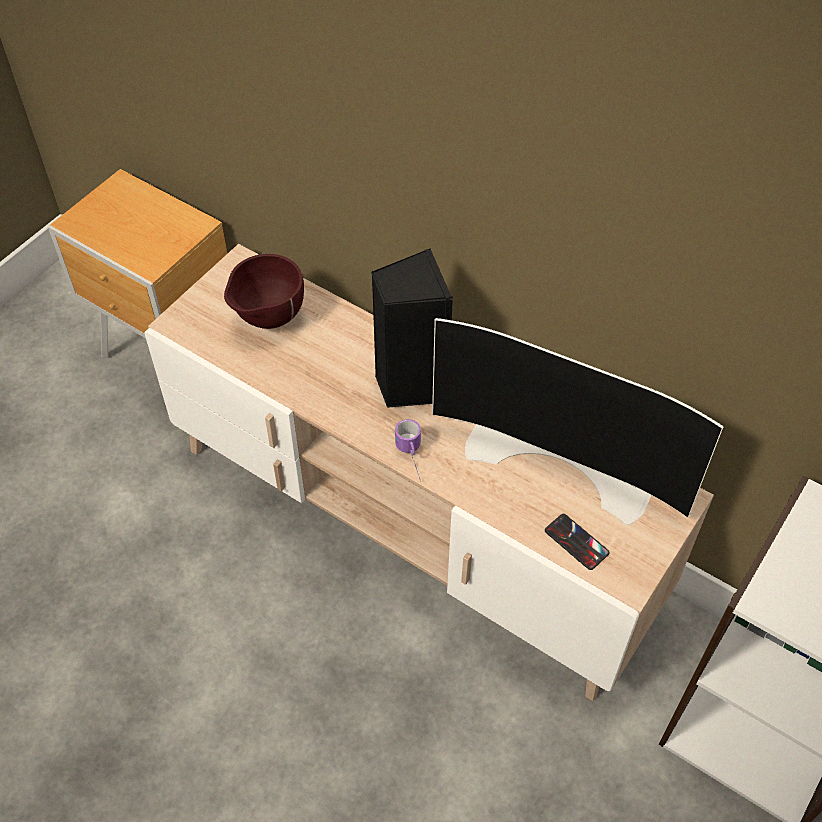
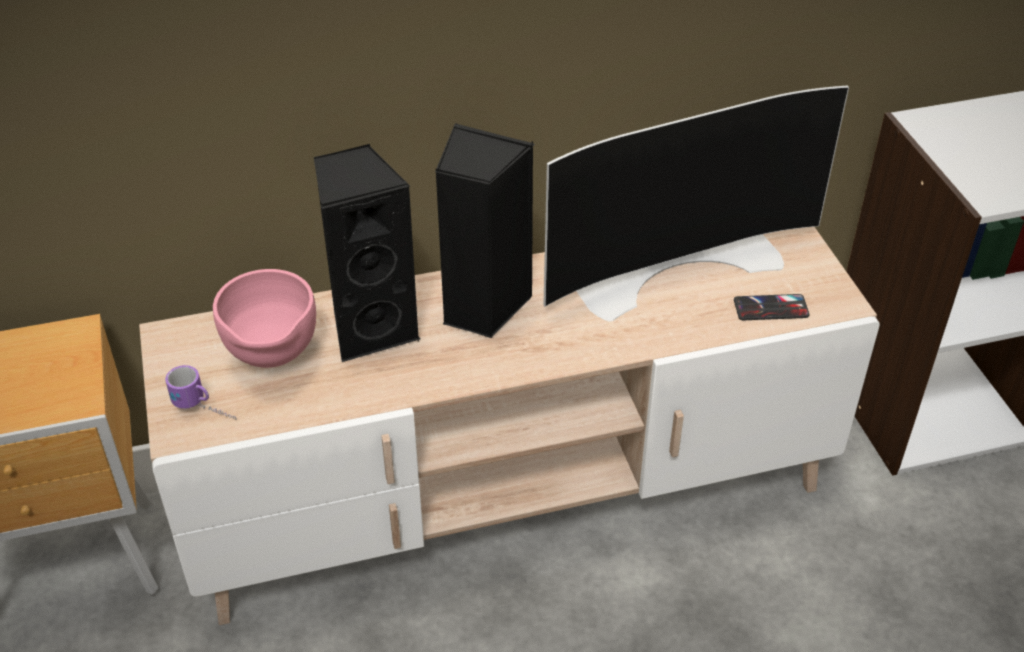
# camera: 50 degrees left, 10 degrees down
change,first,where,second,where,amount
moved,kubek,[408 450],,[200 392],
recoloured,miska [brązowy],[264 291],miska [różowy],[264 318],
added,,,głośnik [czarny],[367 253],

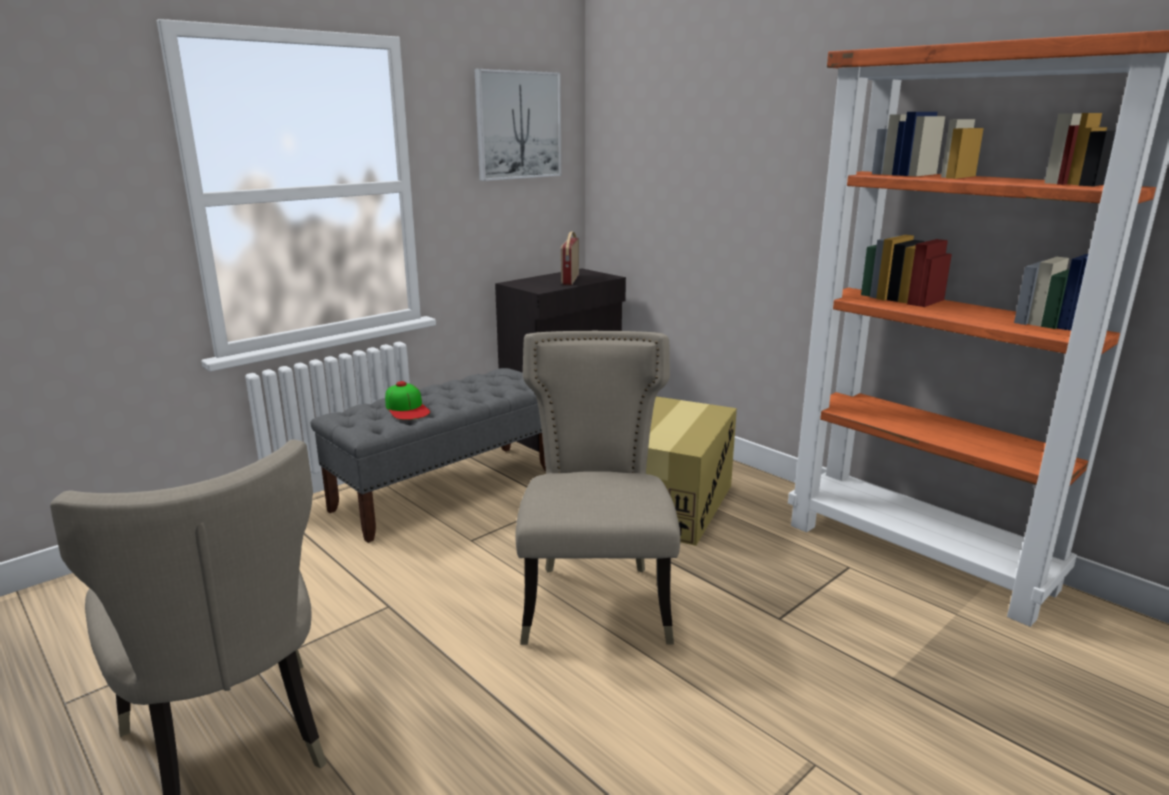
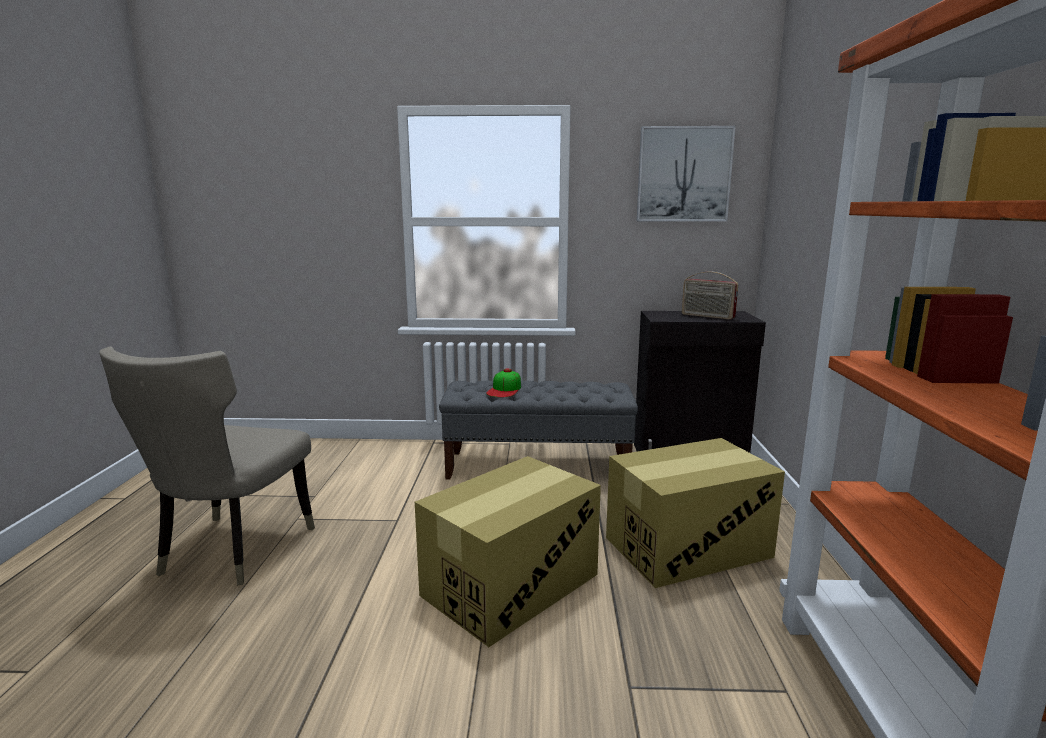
# camera: 45 degrees right, 5 degrees down
change,first,where,second,where,amount
replaced,krzesło [beżowy],[597 488],karton,[508 551],
turned,radio,[569 258],,[710 295],105 degrees counterclockwise

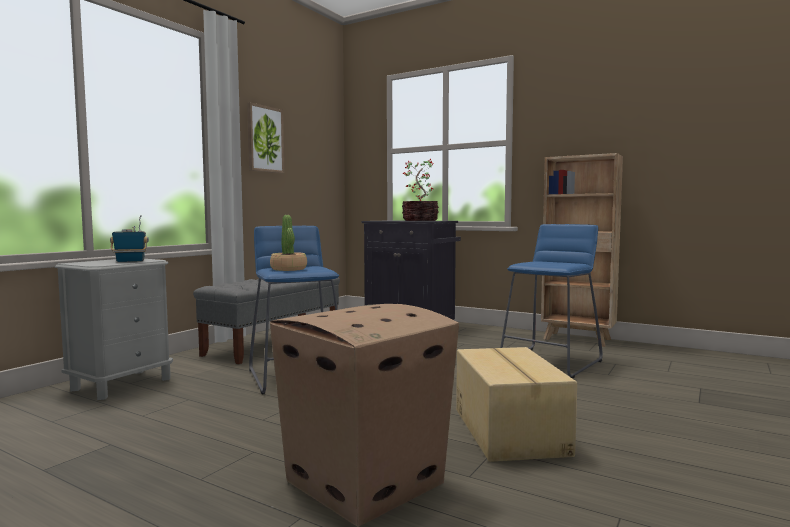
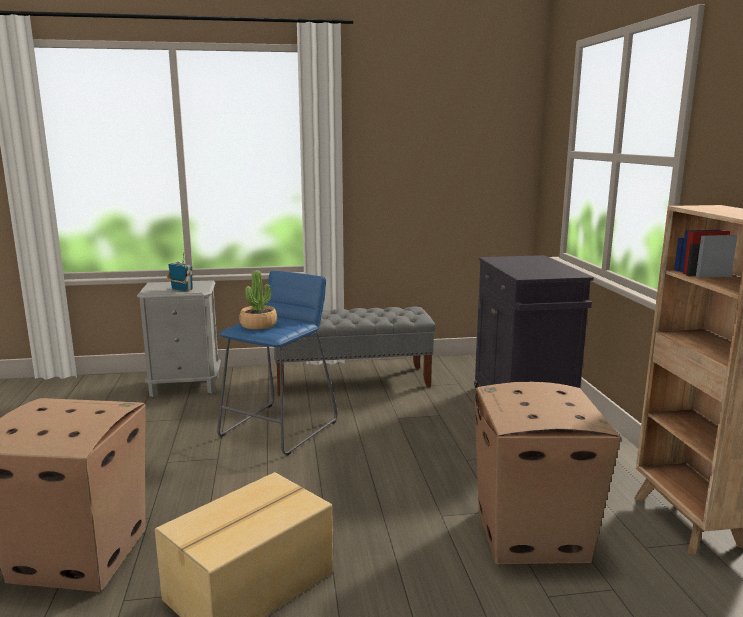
# camera: 50 degrees right, 10 degrees up
change,first,where,second,where,amount
replaced,stołek [niebieski],[551 301],karton,[548 473],
removed,obraz,[265 137],,,
removed,roślina doniczkowa,[420 190],,,

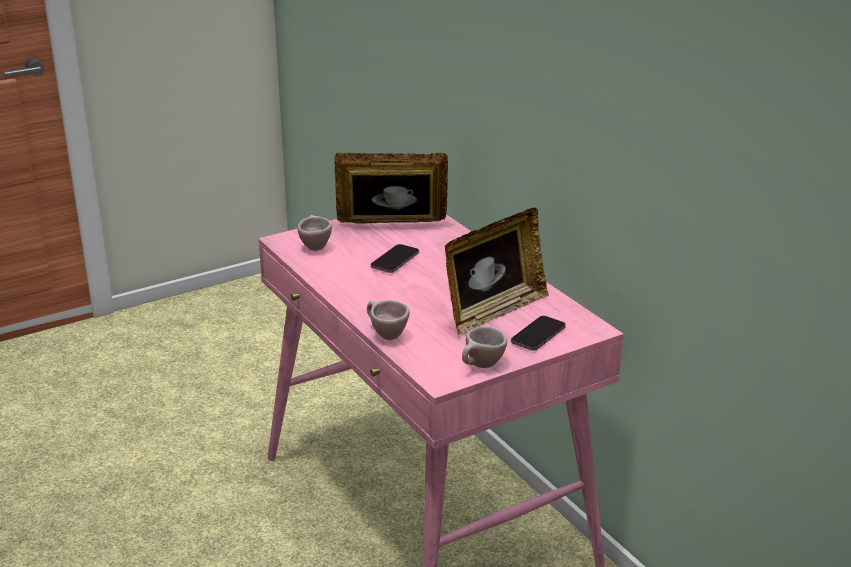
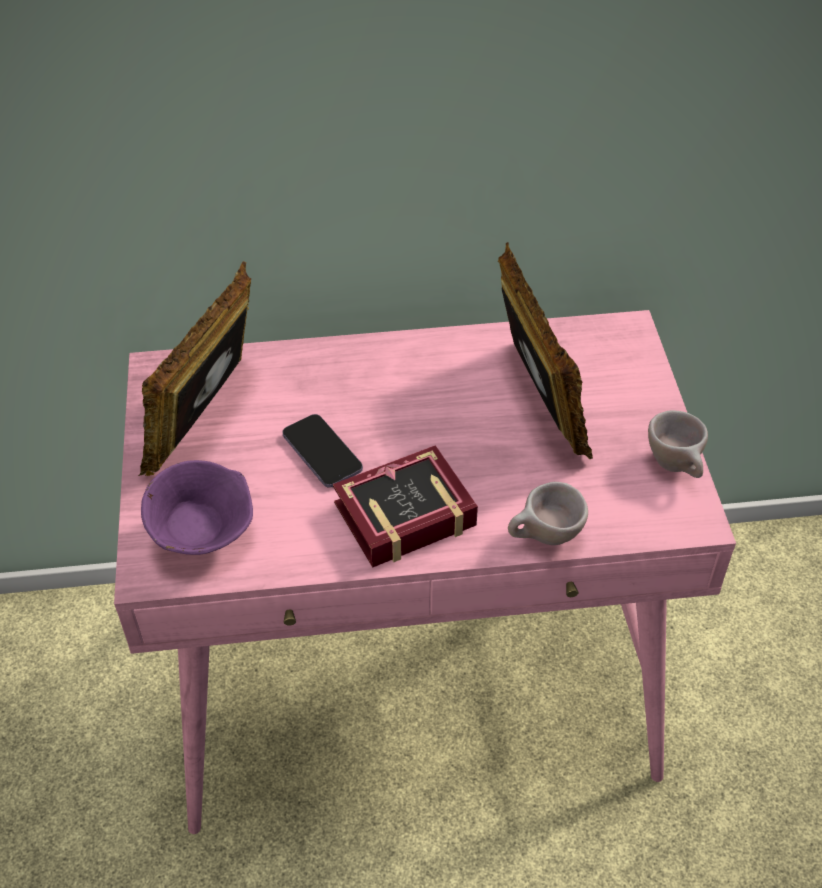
# camera: 65 degrees left, 20 degrees up
change,first,where,second,where,amount
replaced,filiżanka [beżowy],[315 233],miska [fioletowy],[197 507],
added,,,książka,[405 506],
removed,telefon,[538 333],,,

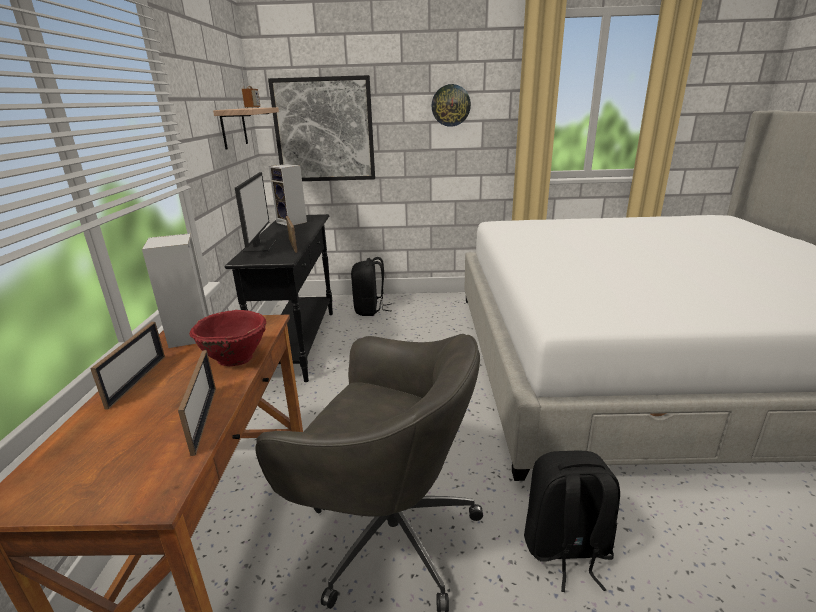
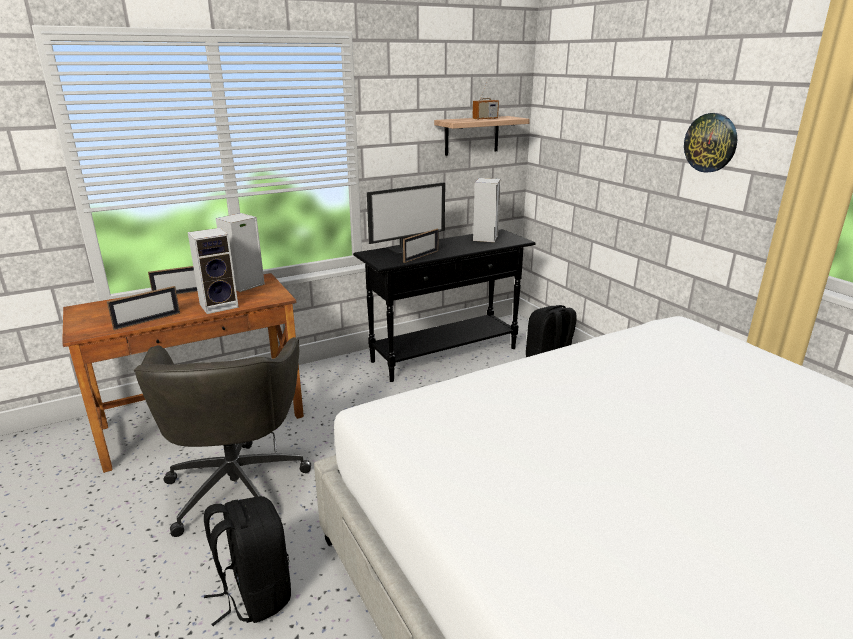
# camera: 60 degrees right, 0 degrees up
change,first,where,second,where,amount
replaced,miska [czerwony],[228 338],głośnik,[213 271],
removed,obraz,[321 128],,,

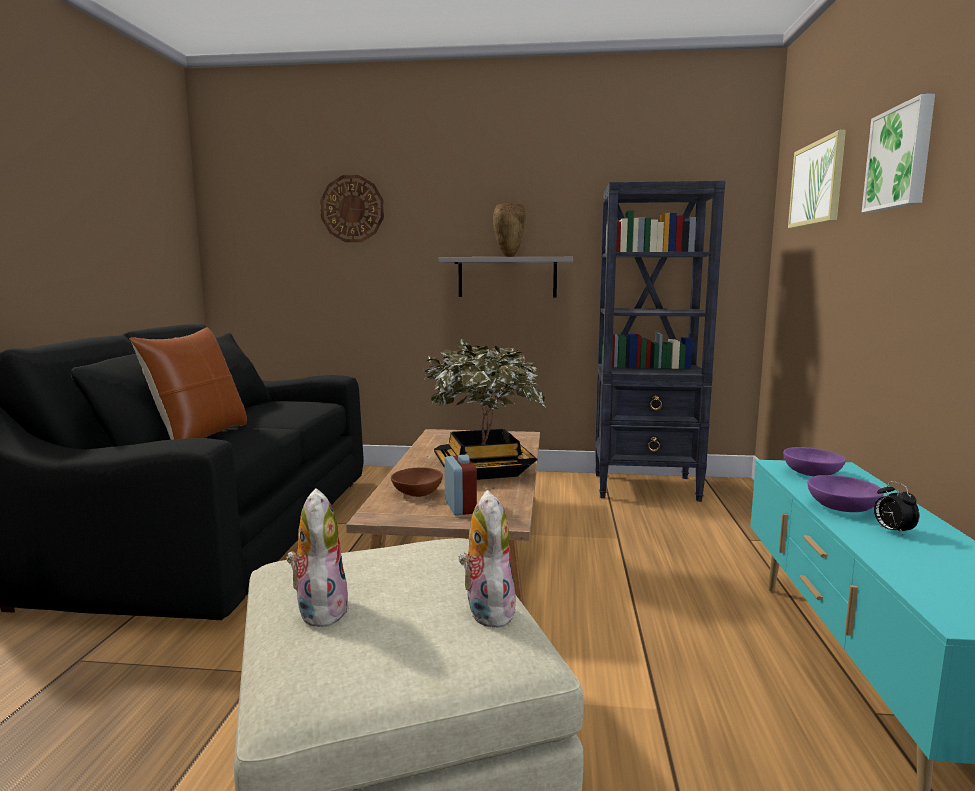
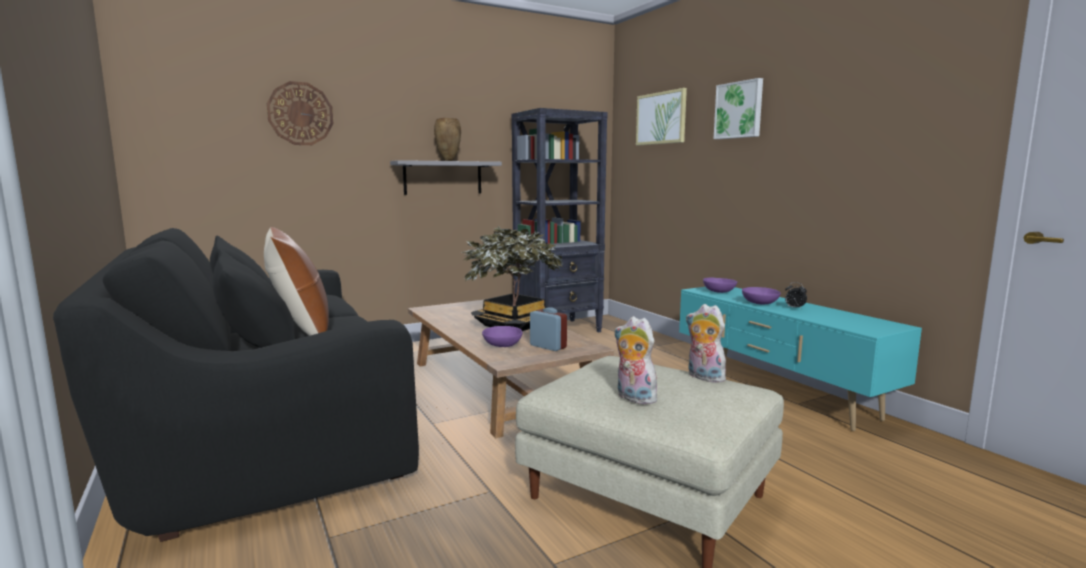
# camera: 35 degrees left, 0 degrees up
change,first,where,second,where,amount
recoloured,miska [brązowy],[417 482],miska [fioletowy],[502 336],

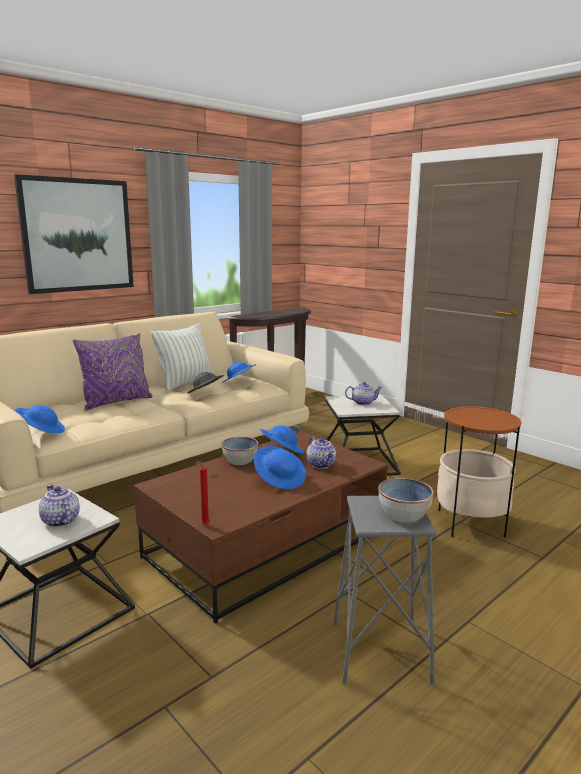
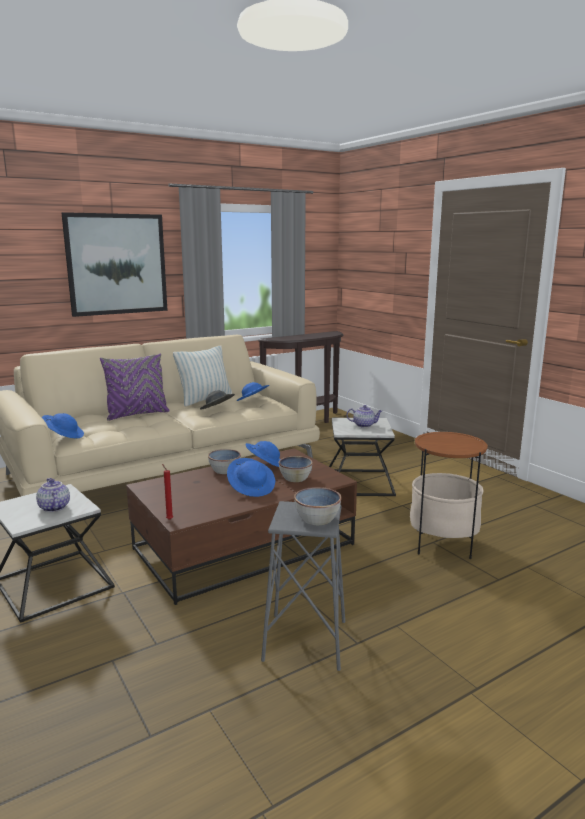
# camera: 10 degrees right, 0 degrees up
change,first,where,second,where,amount
replaced,imbryk,[321 453],miska,[296 469],

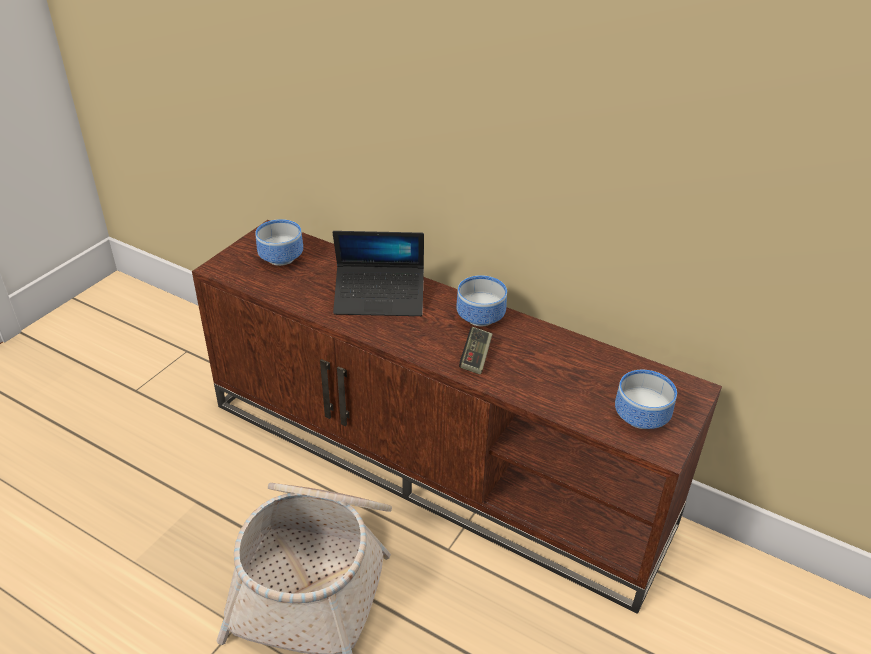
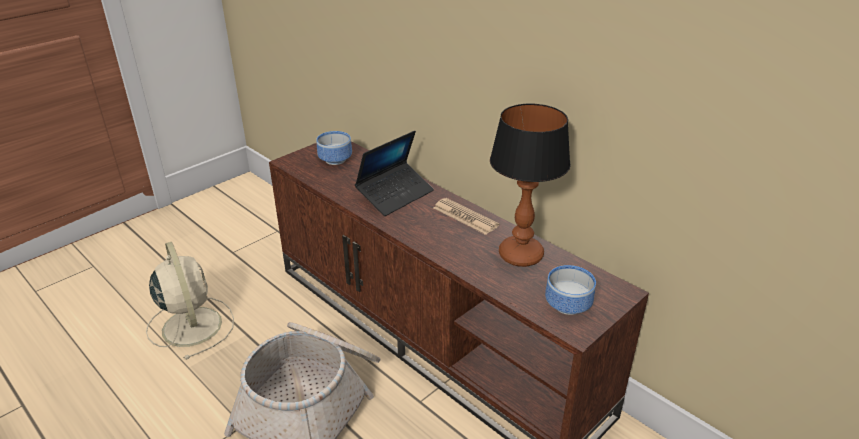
# camera: 15 degrees right, 5 degrees down
change,first,where,second,where,amount
added,,,wentylator [beżowy],[190 301],
turned,laptop,[378 273],,[394 173],60 degrees counterclockwise
replaced,miska,[481 300],gazeta,[466 216],
added,,,lampa stołowa,[530 185],
removed,pad do gier,[475 350],,,

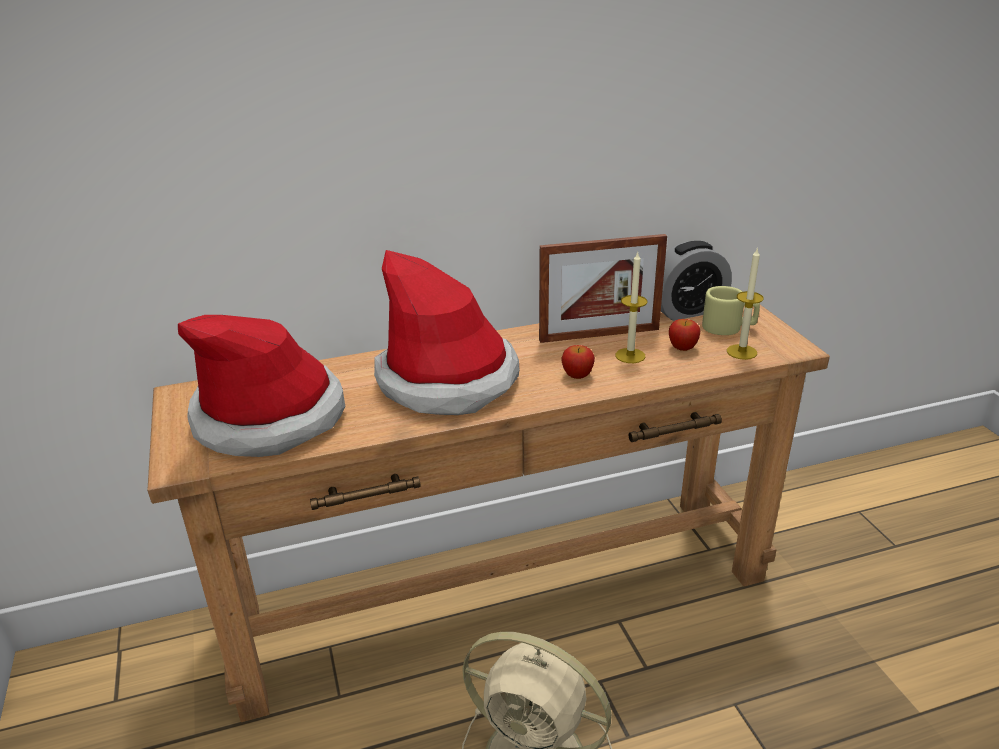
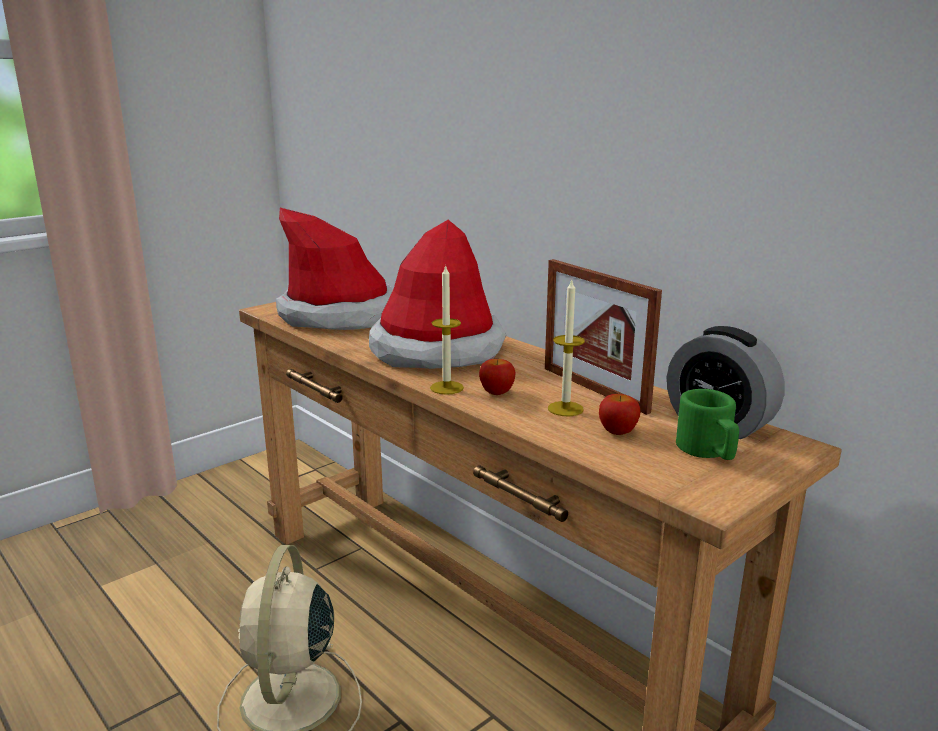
# camera: 65 degrees right, 10 degrees down
change,first,where,second,where,amount
moved,świeca,[745 303],,[447 329],
recoloured,kubek [beżowy],[731 310],kubek [zielony],[707 424],

